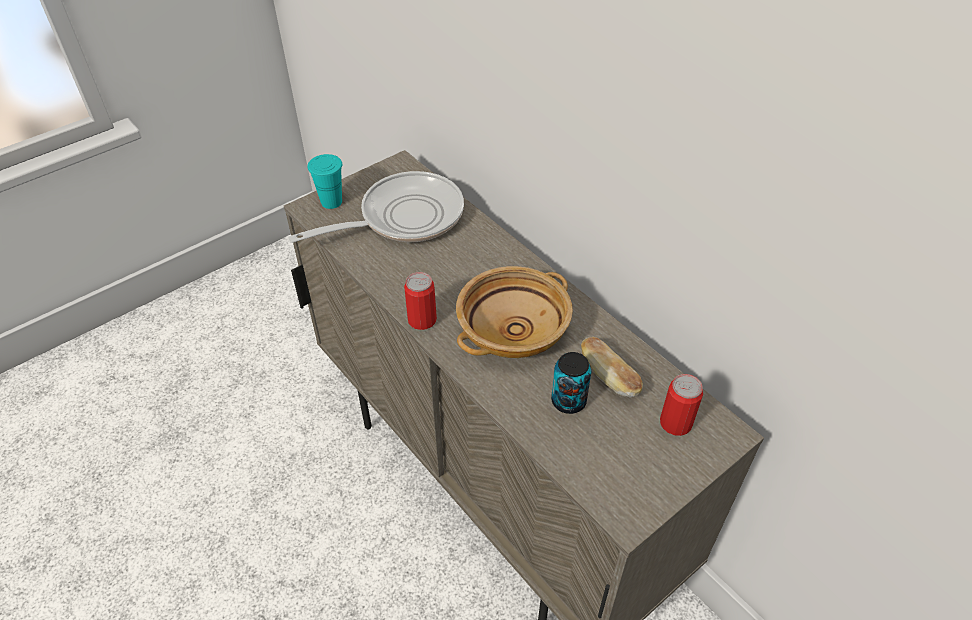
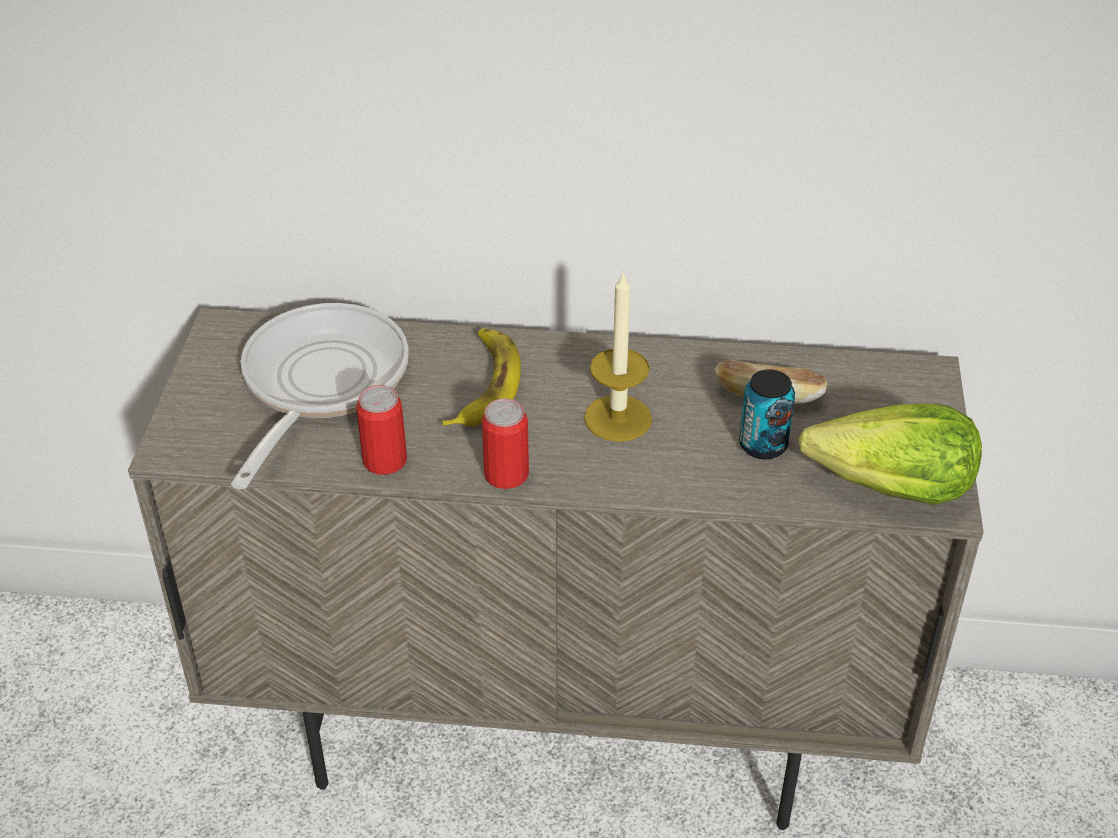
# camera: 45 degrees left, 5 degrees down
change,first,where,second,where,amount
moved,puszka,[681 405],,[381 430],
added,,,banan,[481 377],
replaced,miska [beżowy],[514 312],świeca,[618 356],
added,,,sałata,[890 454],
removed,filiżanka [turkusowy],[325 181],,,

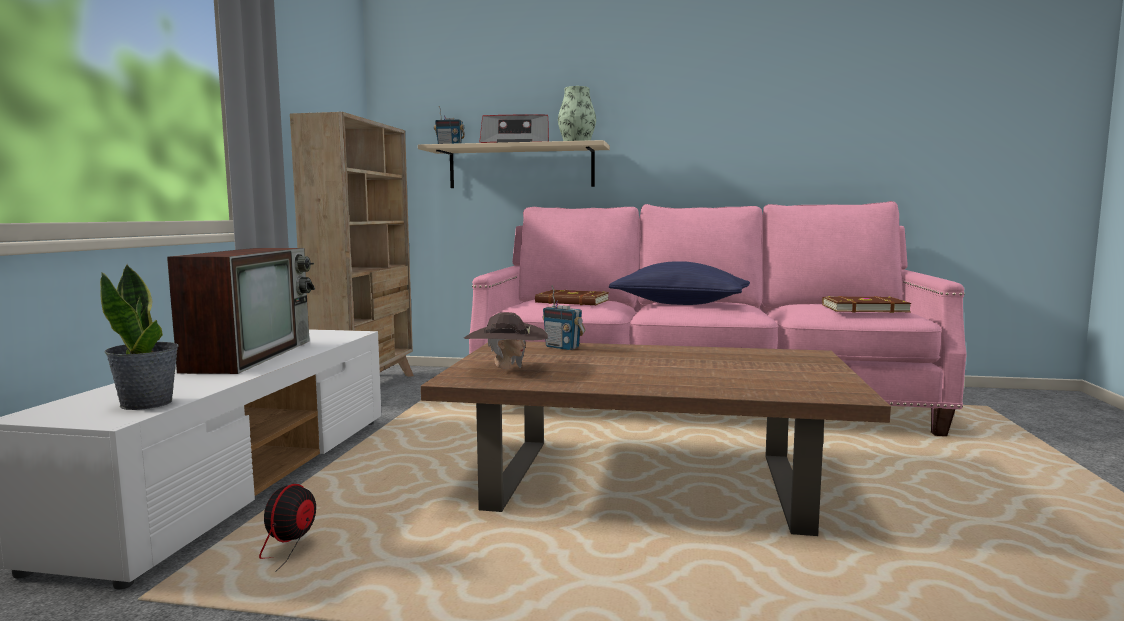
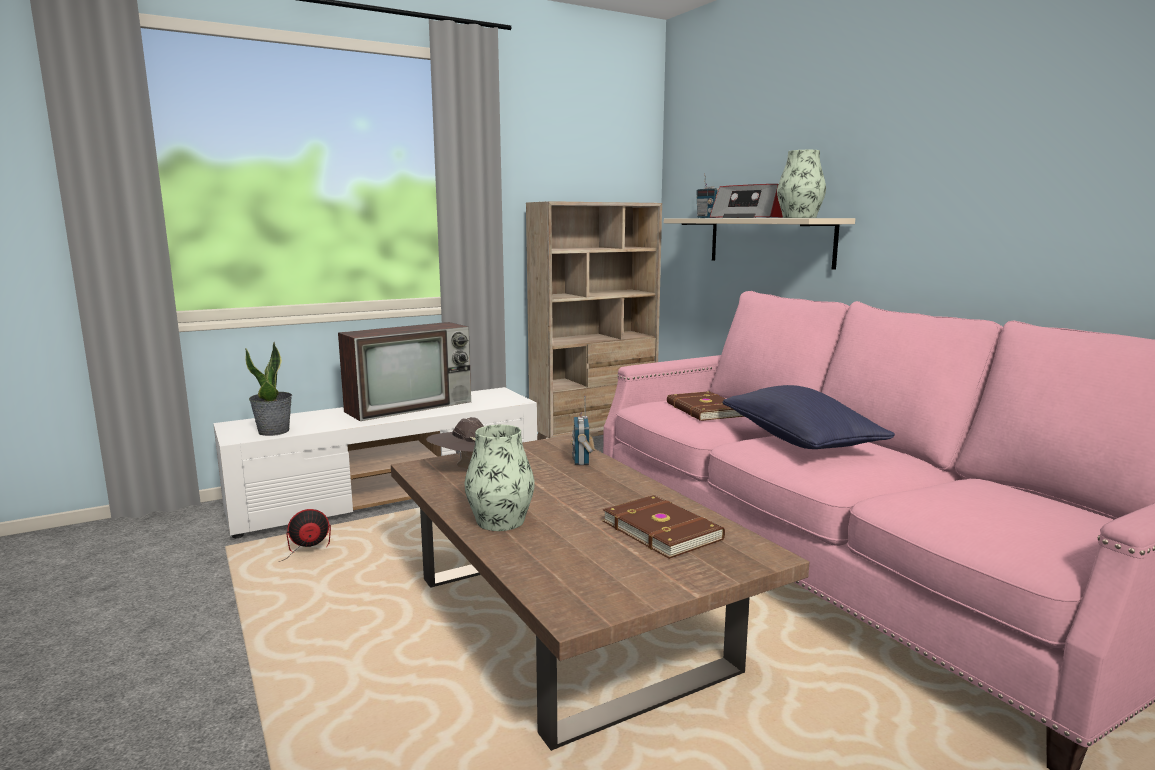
# camera: 50 degrees right, 5 degrees up
change,first,where,second,where,amount
added,,,wazon,[499 478],
moved,książka [brązowy],[867 304],,[663 527],

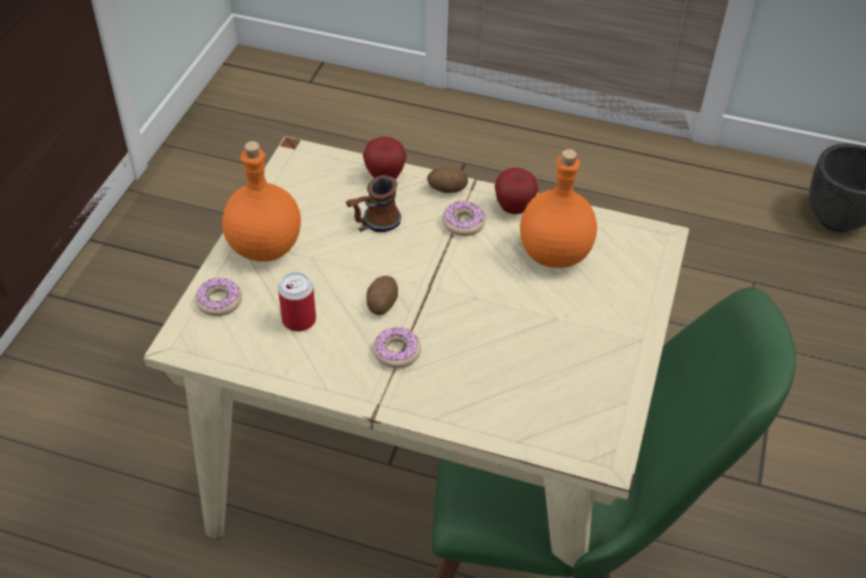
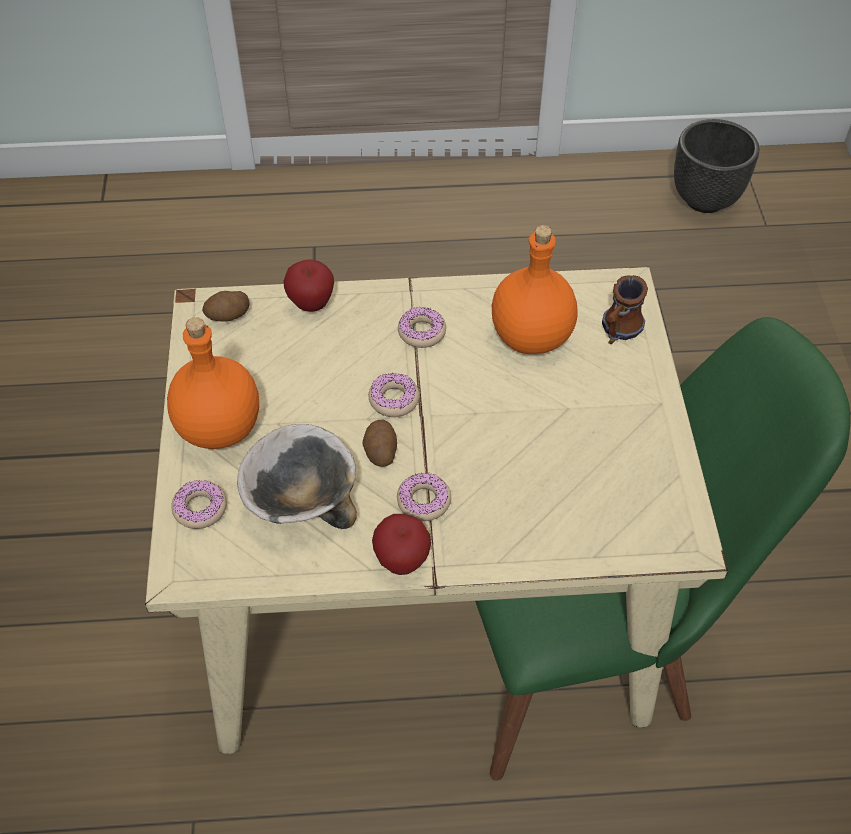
# camera: 20 degrees left, 5 degrees up
change,first,where,second,where,amount
moved,ziemniak,[447 179],,[226 306],
replaced,puszka,[297 302],miska,[297 476],
added,,,donut,[394 395],
moved,jabłko,[516 190],,[401 544],
moved,kubek,[373 203],,[625 309],

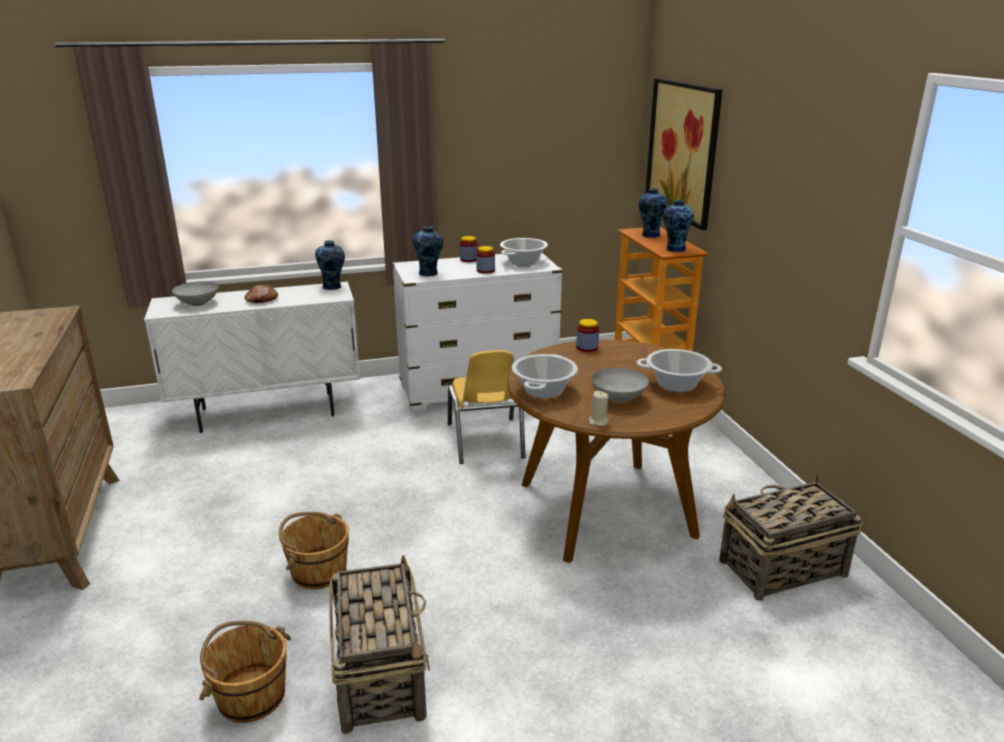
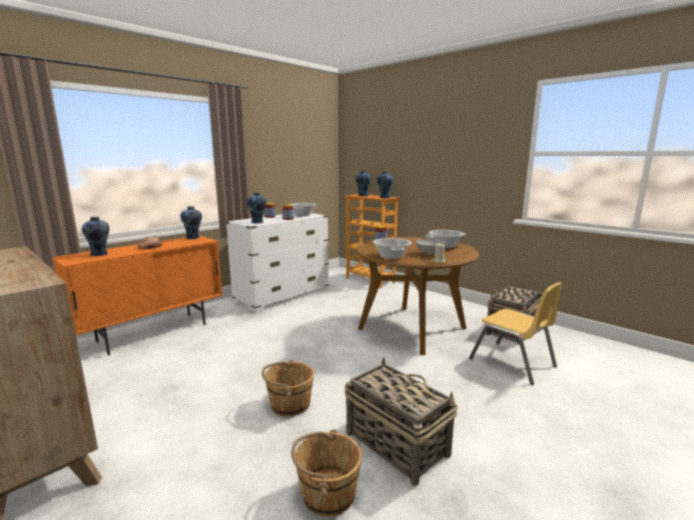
# camera: 30 degrees left, 10 degrees down
change,first,where,second,where,amount
recoloured,szafka [biały],[252 357],szafka [pomarańczowy],[137 296],
replaced,miska [szary],[195 293],wazon,[95 236],
moved,krzesło [żółty],[487 407],,[516 333],
removed,obraz,[683 154],,,

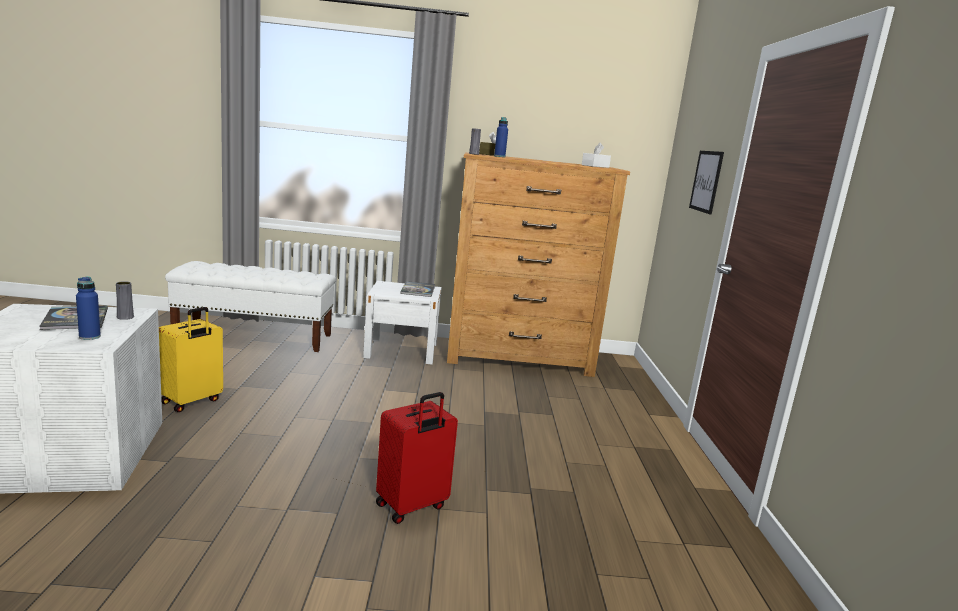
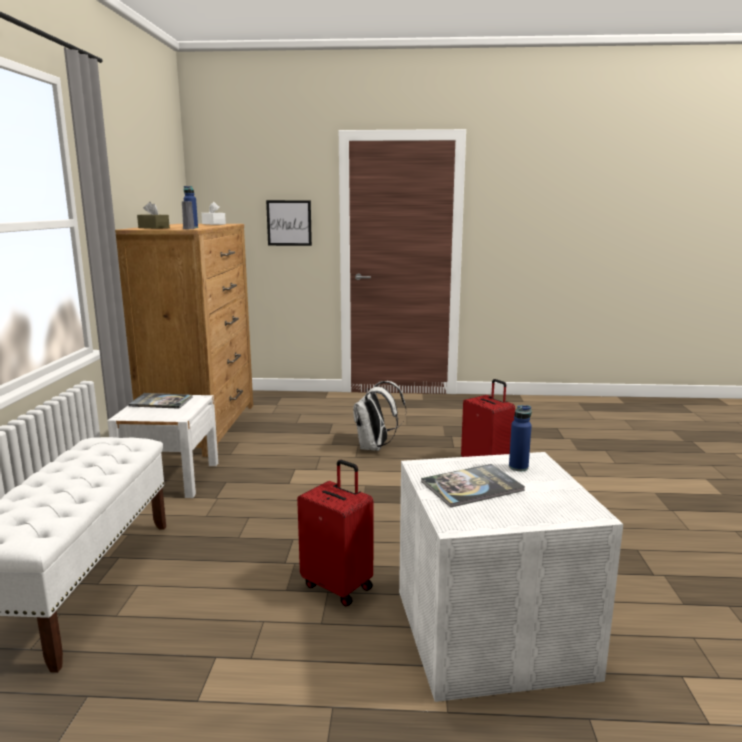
# camera: 85 degrees left, 0 degrees up
change,first,where,second,where,amount
recoloured,walizka [żółty],[191 359],walizka [czerwony],[335 533],
added,,,plecak [biały],[379 416],
removed,wazon [szary],[125 300],,,

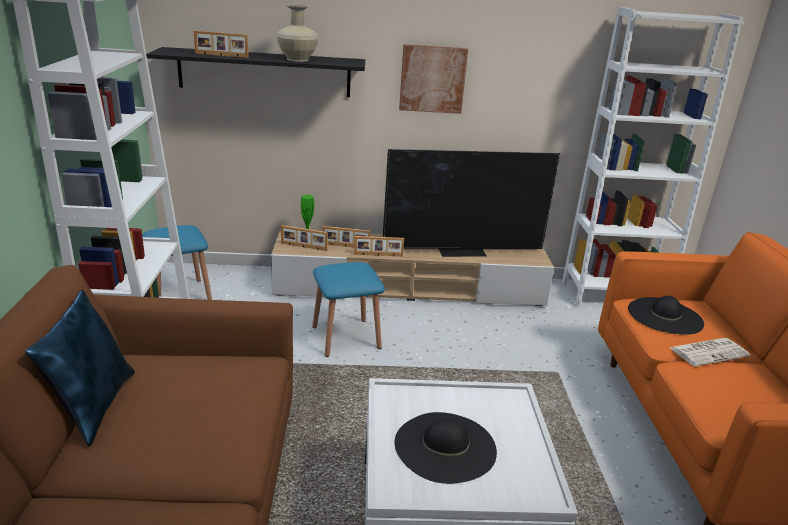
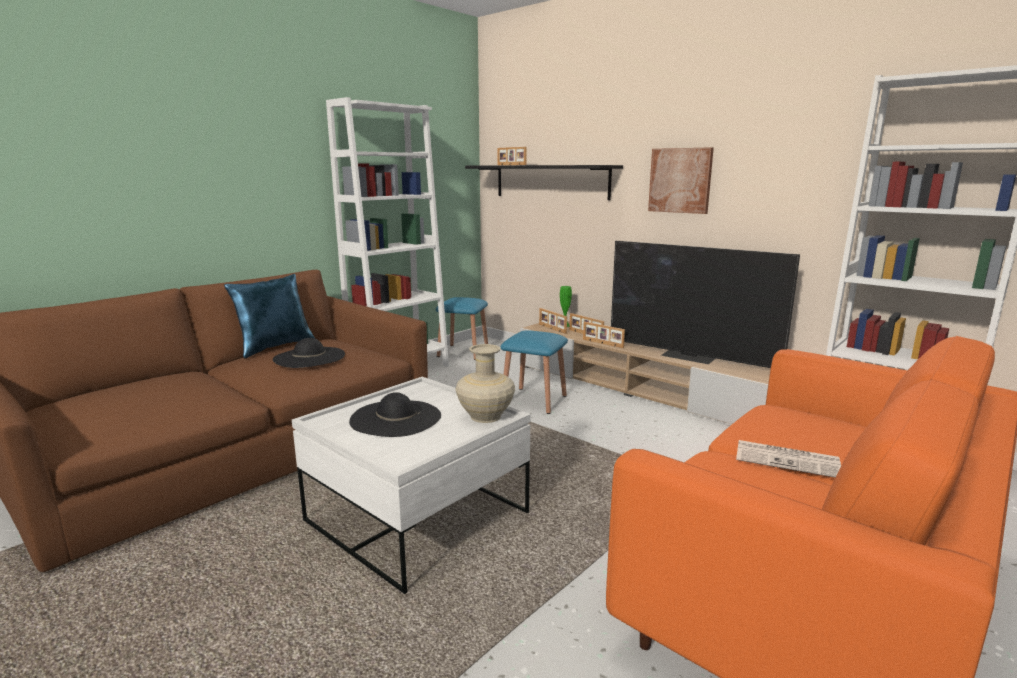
# camera: 45 degrees right, 10 degrees down
change,first,where,second,where,amount
moved,kapelusz [czarny],[666 315],,[309 353],
moved,wazon [beżowy],[297 33],,[485 383],

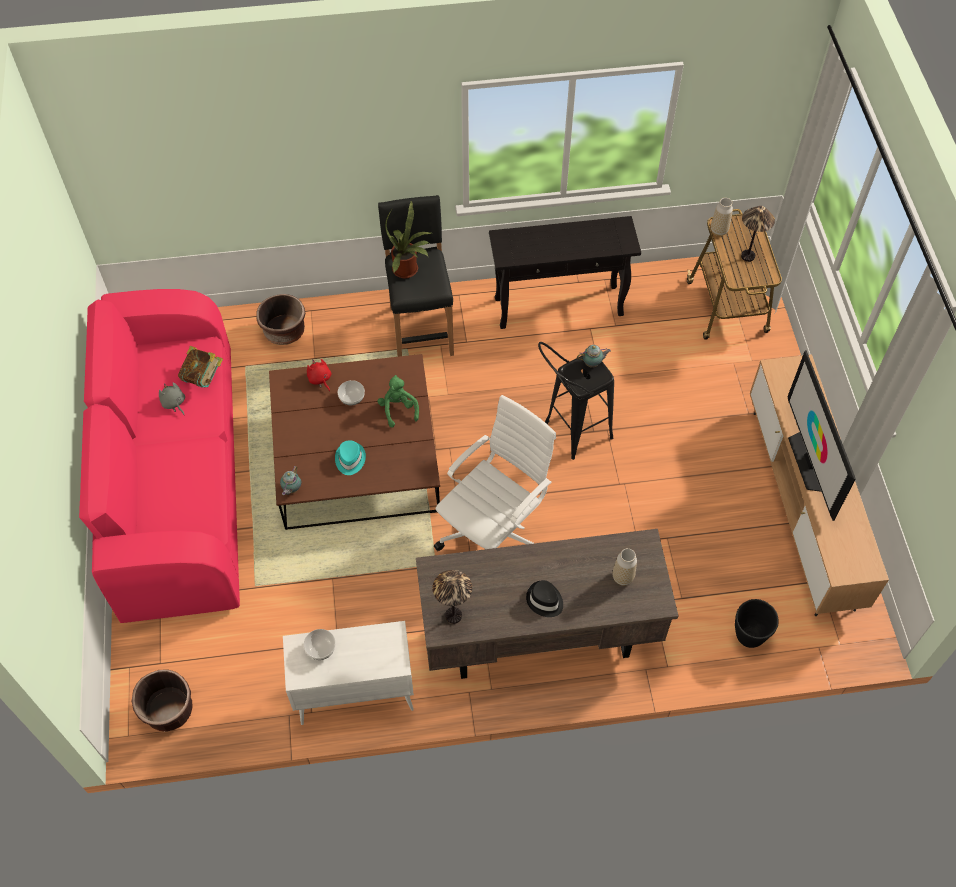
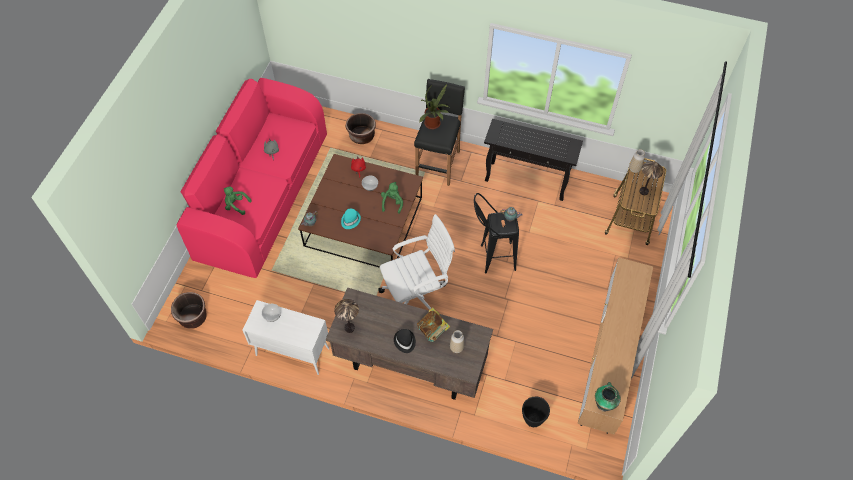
# camera: 25 degrees right, 0 degrees up
change,first,where,second,where,amount
added,,,pluszak [zielony],[237 201],
moved,książka,[200 366],,[433 324],
added,,,wazon,[608 397],
removed,telewizor,[822 435],,,

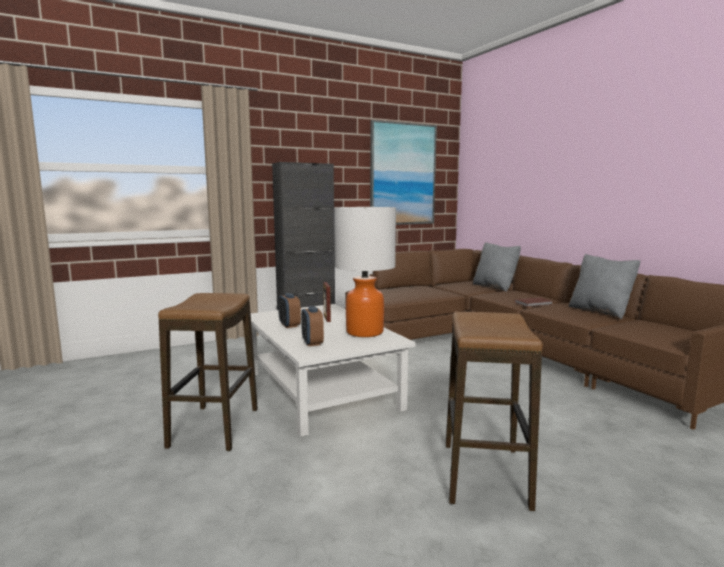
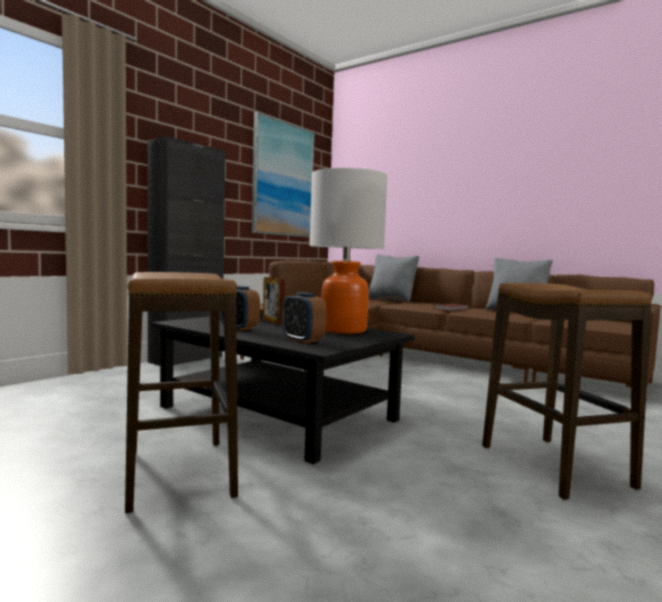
# camera: 25 degrees left, 5 degrees down
change,first,where,second,where,amount
recoloured,ława [biały],[333 370],ława [czarny],[283 388],

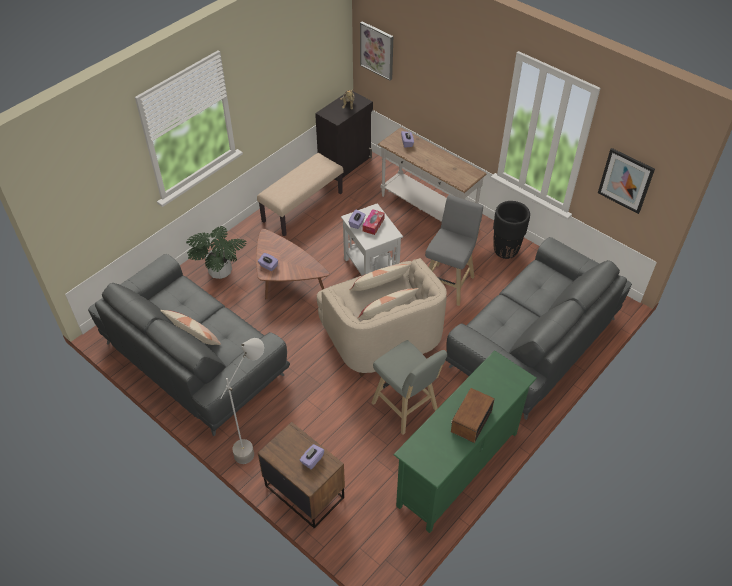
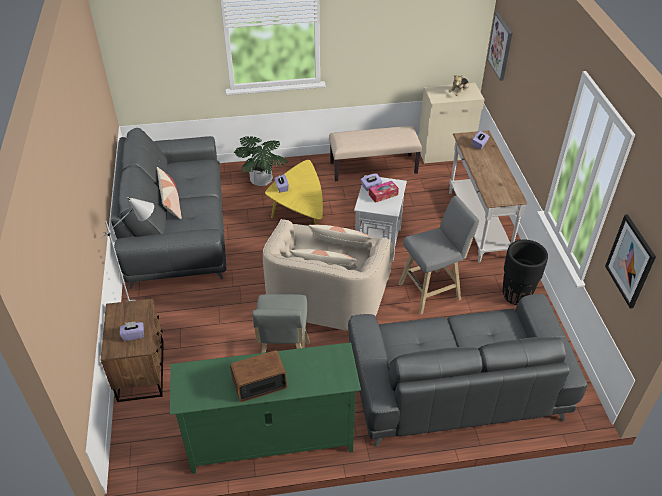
# camera: 40 degrees right, 5 degrees down
change,first,where,second,where,amount
recoloured,ława [brązowy],[293 264],ława [żółty],[294 192],
recoloured,szafka [czarny],[344 136],szafka [beżowy],[452 123],

